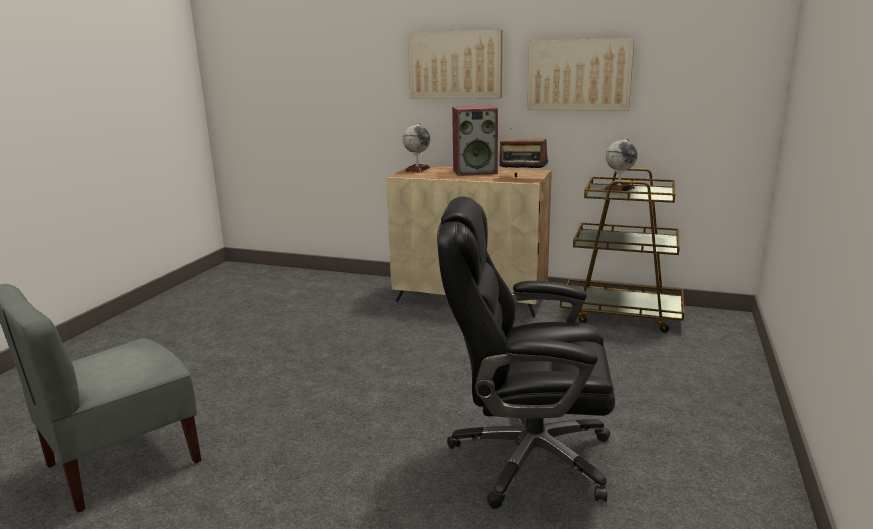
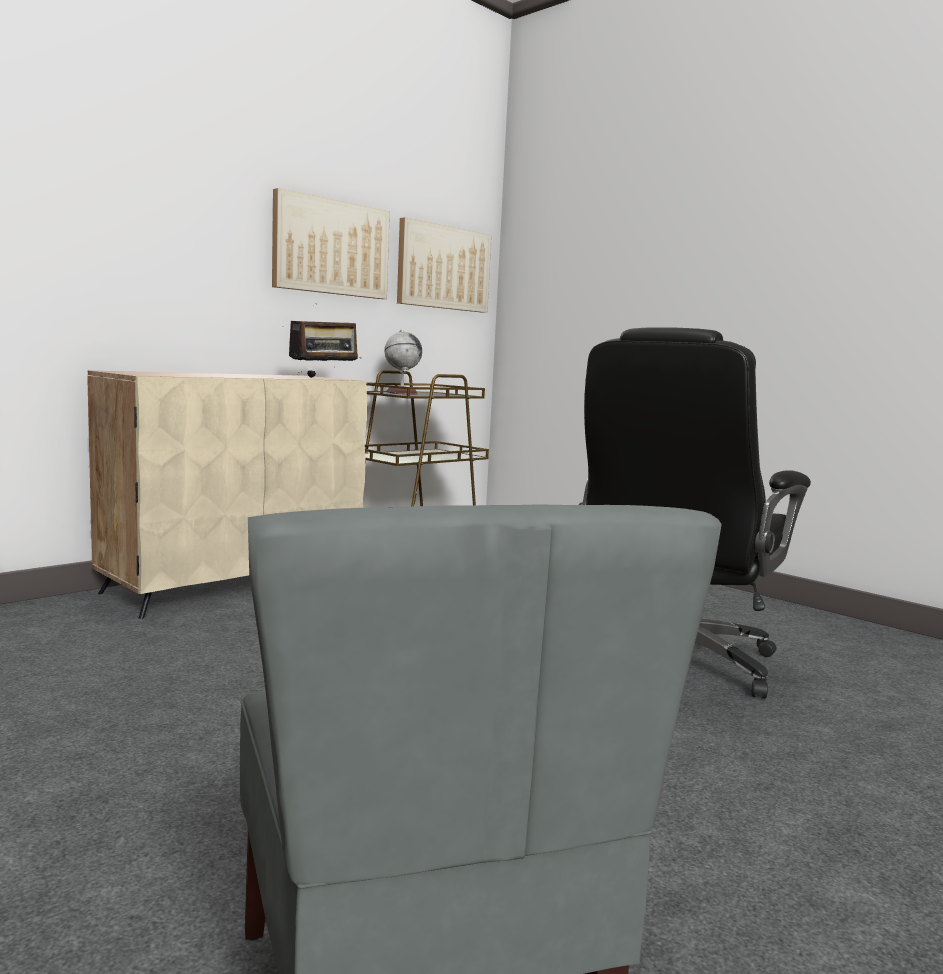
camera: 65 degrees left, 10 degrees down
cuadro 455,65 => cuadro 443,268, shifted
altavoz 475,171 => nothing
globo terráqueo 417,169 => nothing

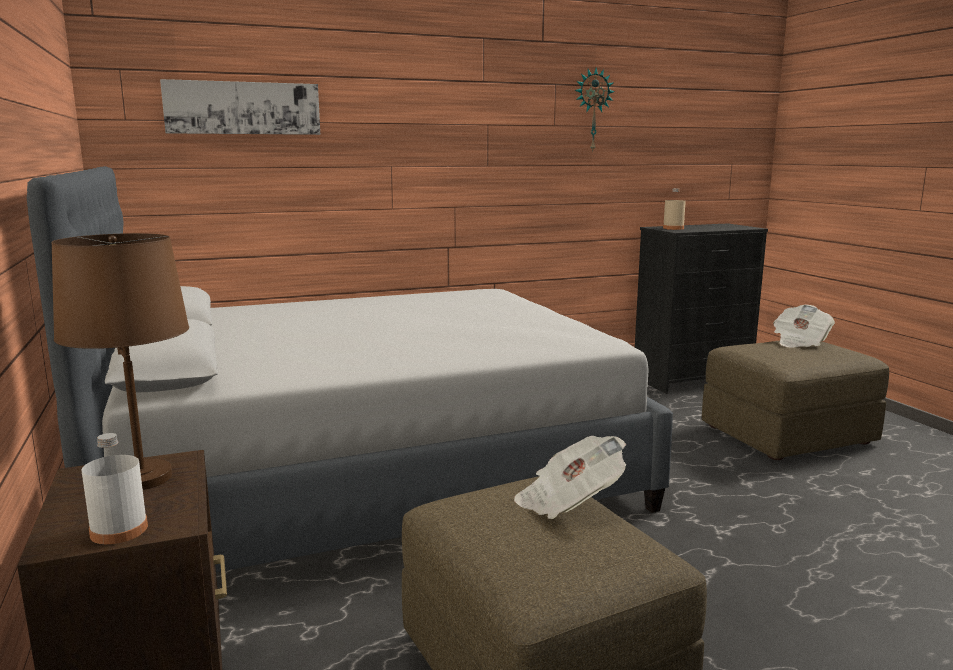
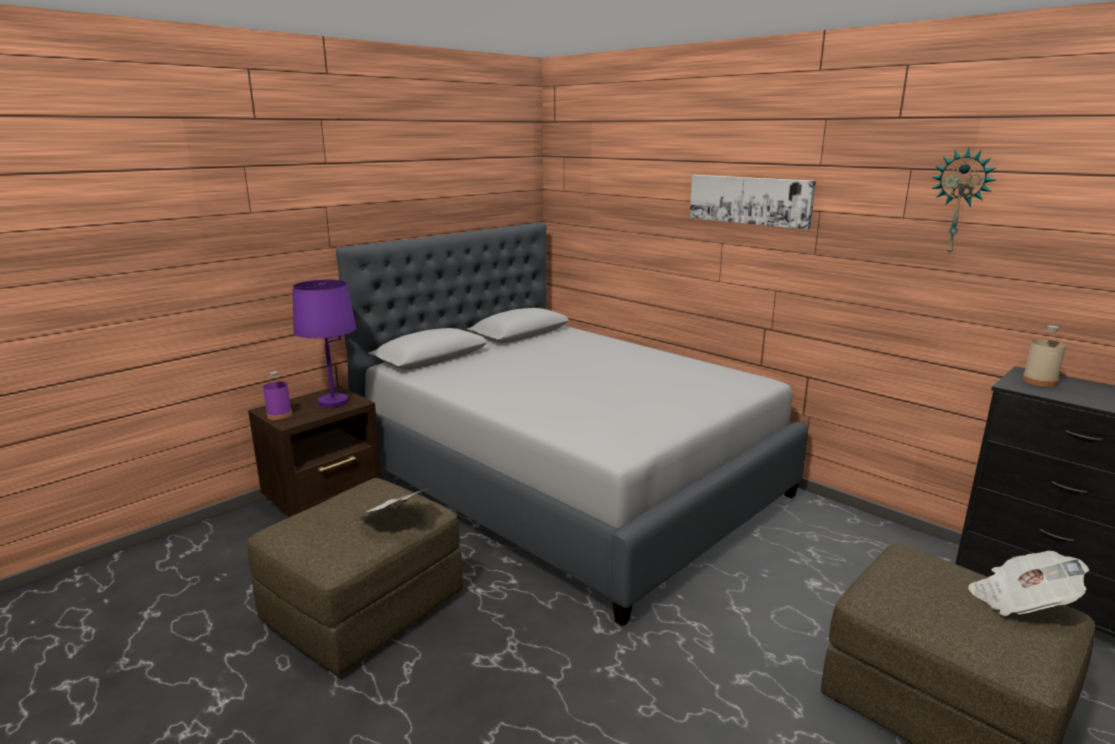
camera: 65 degrees right, 5 degrees up
cuadro 243,108 => cuadro 749,200, shifted
lámpara de mesa (marrón) 142,478 => lámpara de mesa (morado) 333,402
botella (blanco) 119,530 => botella (morado) 279,415

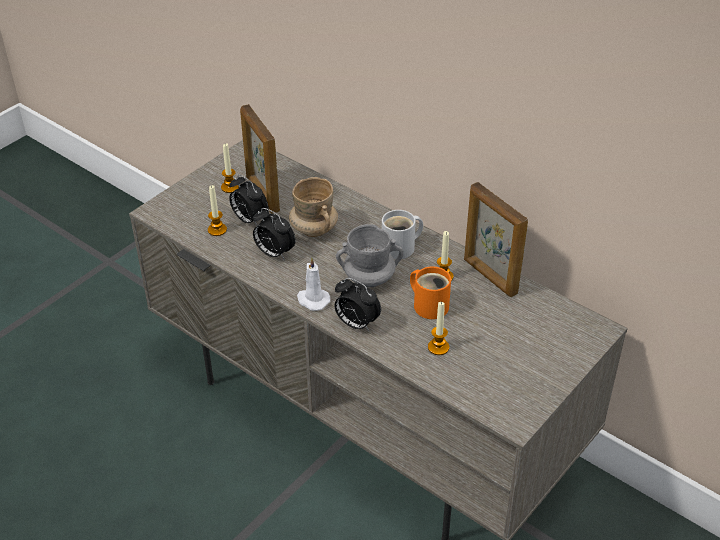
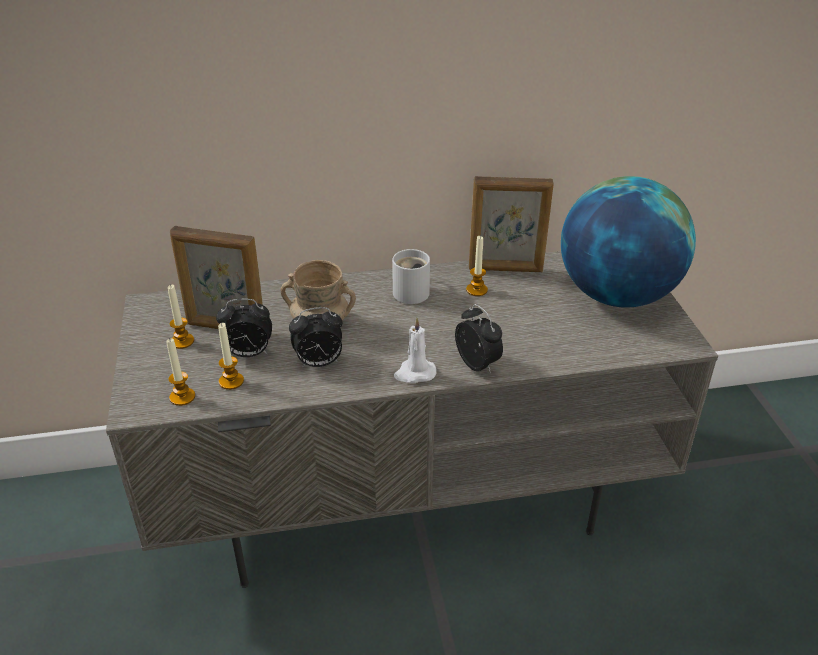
camera: 50 degrees left, 5 degrees down
taza grande (gris) 369,278 => nothing
taza grande (naranja) 429,304 => nothing
despertador 356,324 => despertador 478,364, 105 degrees counterclockwise
vela 438,347 => vela 182,397, shifted
nothing => globo terráqueo 616,295

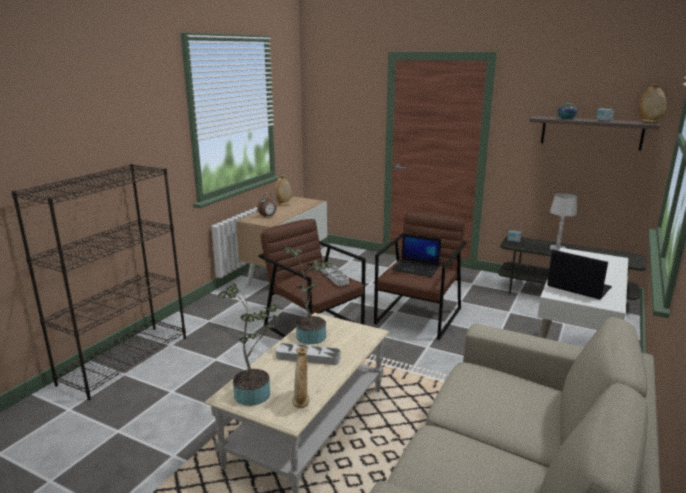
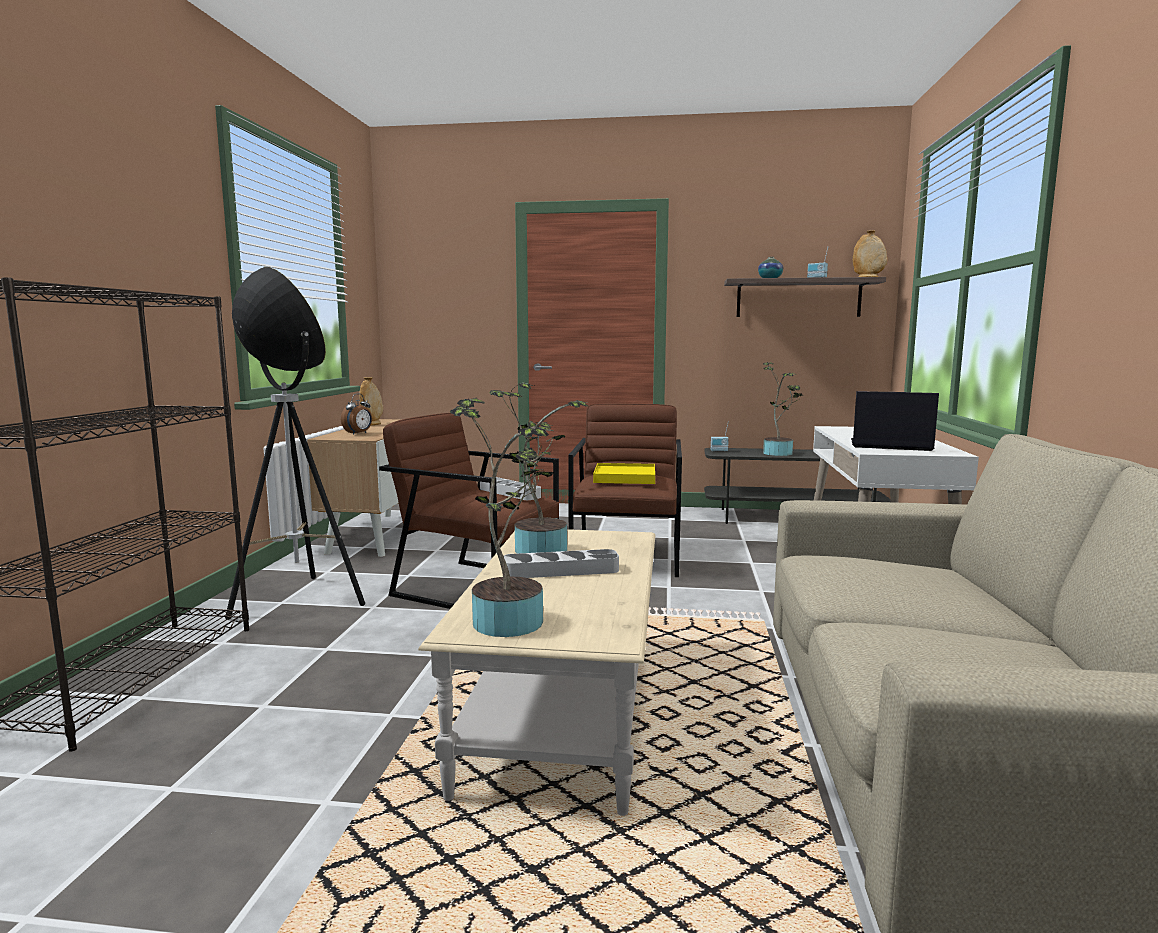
camera: 20 degrees left, 10 degrees down
lámpara de mesa (blanco) 557,249 => planta en maceta 779,453
portátil 416,268 => bandeja (amarillo) 625,477
florero (beis) 301,401 => nothing
nothing => lámpara de pie 298,601

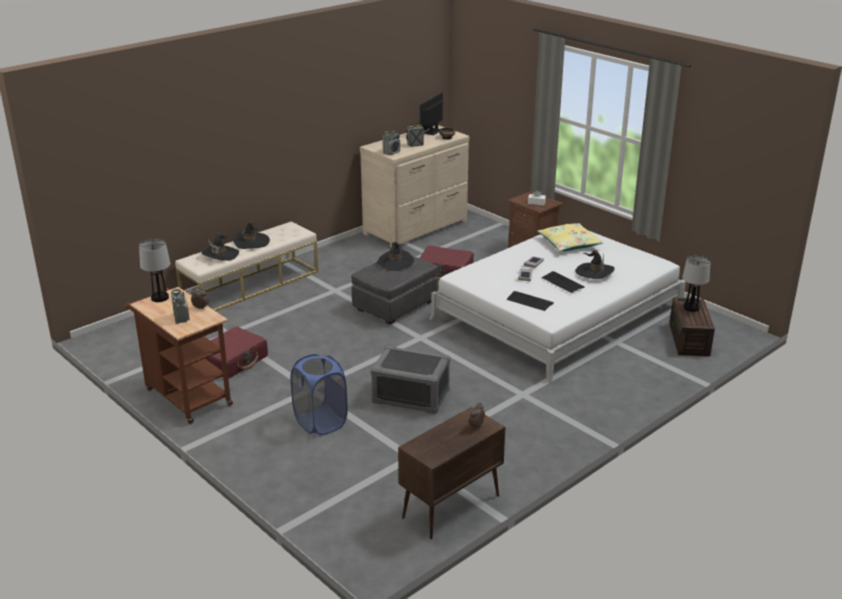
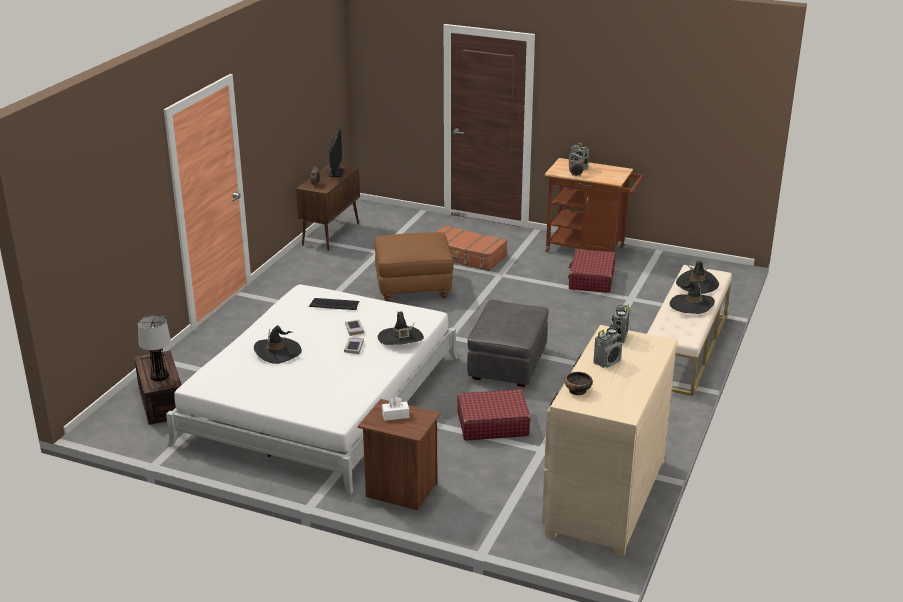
camera: 155 degrees right, 0 degrees up
monitor 432,131 => monitor 336,172, shifted
cojín (amarillo) 569,244 => nothing
lámpara de mesa 159,298 => nothing
sombrero (negro) 395,262 => sombrero (negro) 400,338, shifted
teclado 562,282 => nothing
caja de almacenaje (gris) 410,396 => puf (marrón) 413,287
cesto de la ropa (azul) 320,422 => maleta (marrón) 466,256

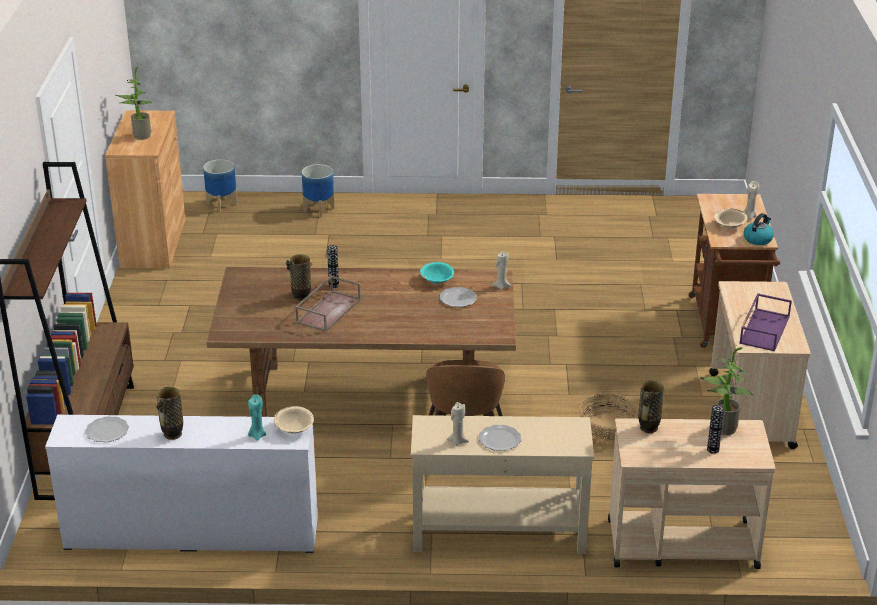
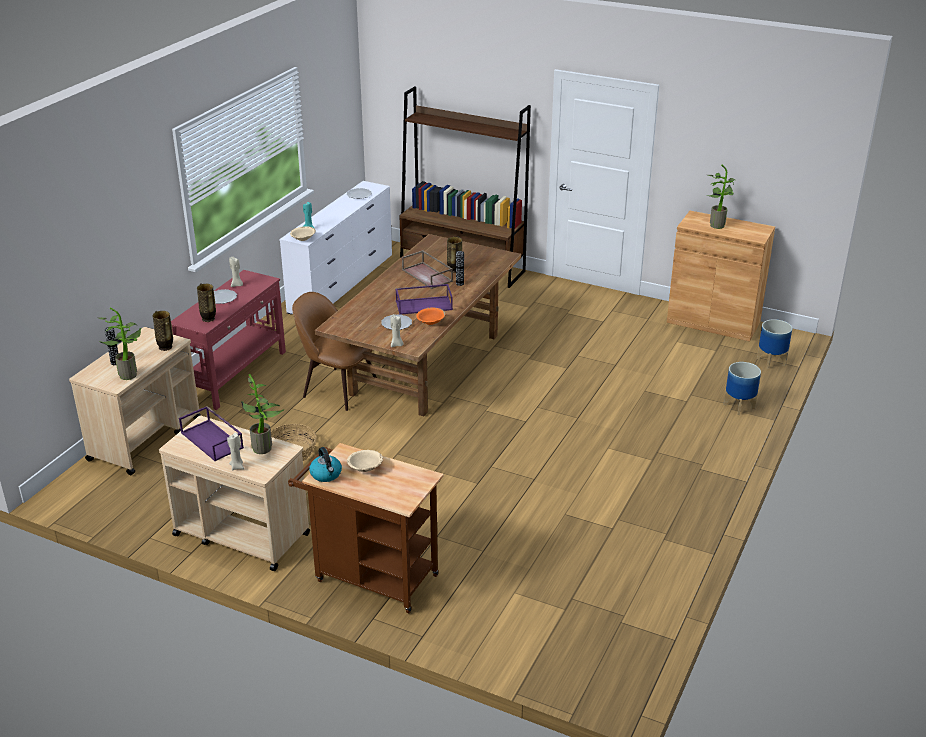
camera: 115 degrees right, 0 degrees up
vela (beis) 749,216 => vela (beis) 237,466, shifted
cuenco (turquesa) 437,280 => cuenco (naranja) 430,322
florero 172,434 => florero 208,319, shifted
mesa consola (beis) 498,532 => mesa consola (rojo) 235,374
nothing => bandeja (morado) 424,305
nothing => planta en maceta 265,448

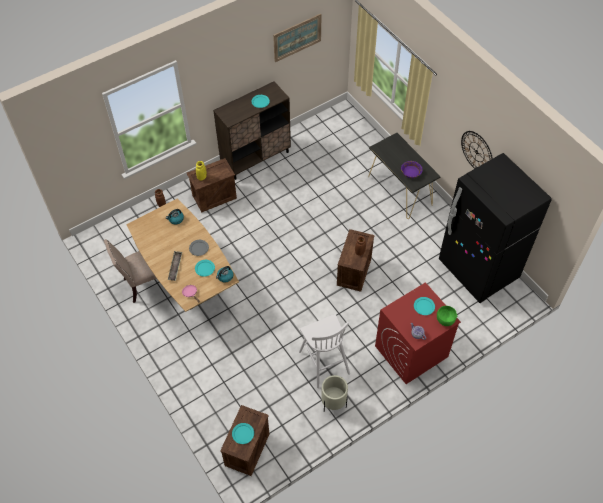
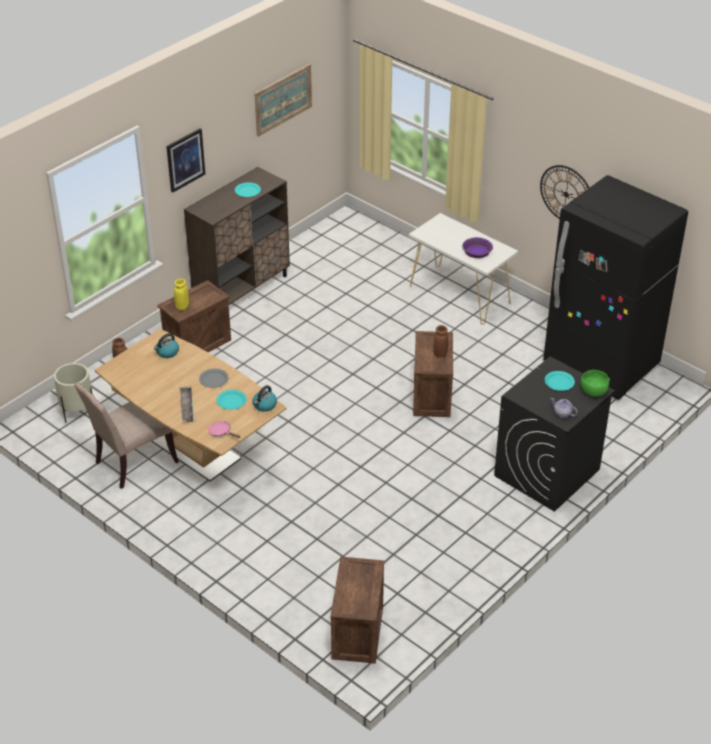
camera: 15 degrees left, 15 degrees down
mesa consola (negro) 400,190 => mesa consola (blanco) 460,295
lavadora (rojo) 411,352 => lavadora (negro) 546,473
taburete (blanco) 323,362 => nothing
maceta (beis) 333,403 => maceta (beis) 77,412, shifted
plato (turquesa) 243,433 => nothing
nothing => cuadro 185,160

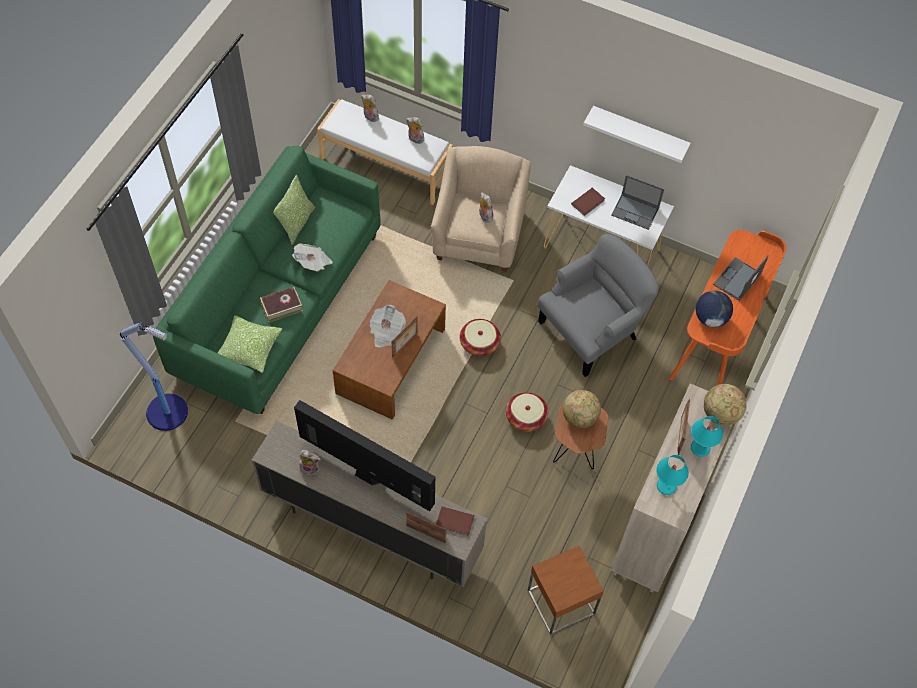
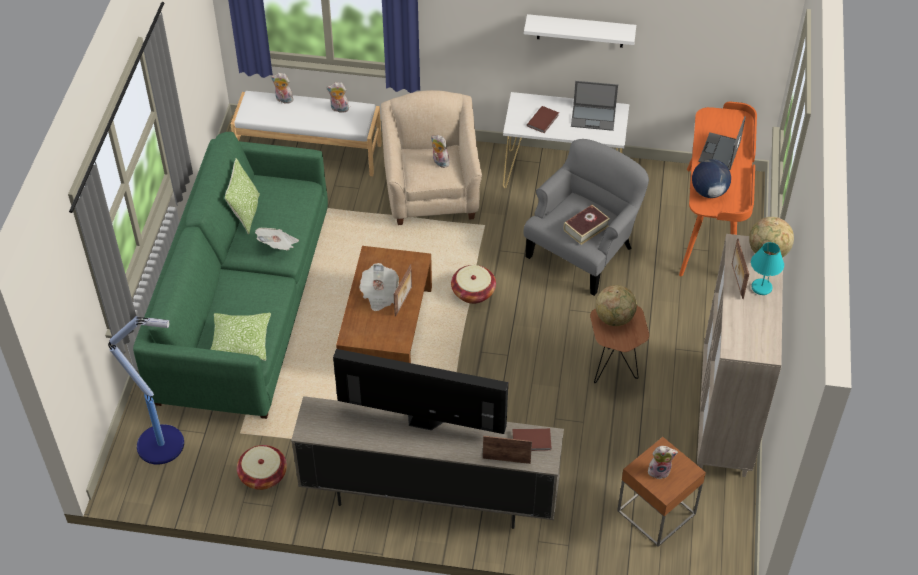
camera: 15 degrees left, 10 degrees down
libro 281,307 => libro 586,228, shifted
cesta 526,417 => cesta 263,475, shifted
peluche 311,468 => peluche 659,470, shifted
lámpara de mesa (turquesa) 665,486 => nothing

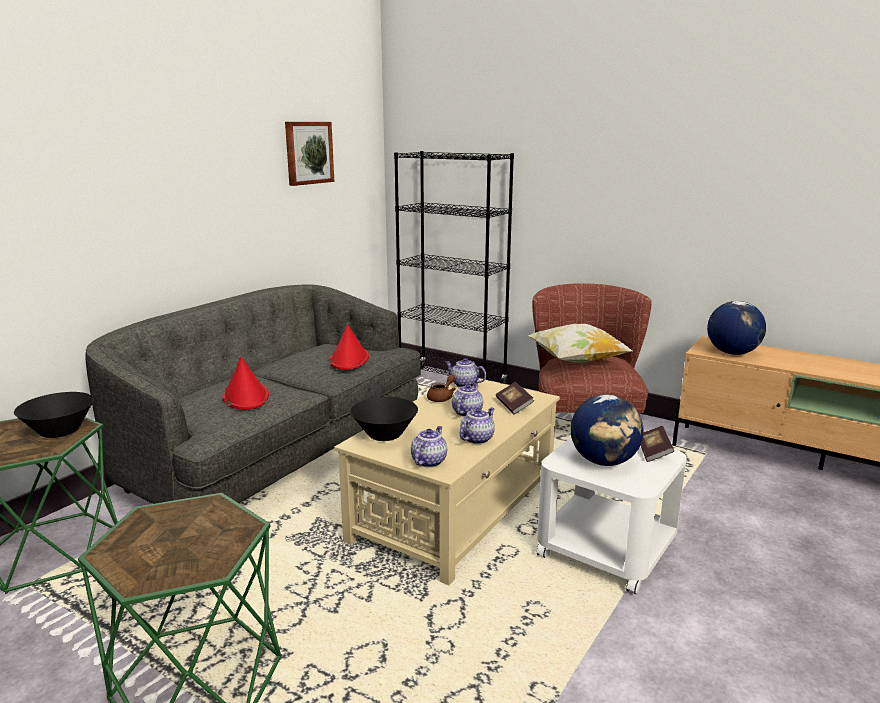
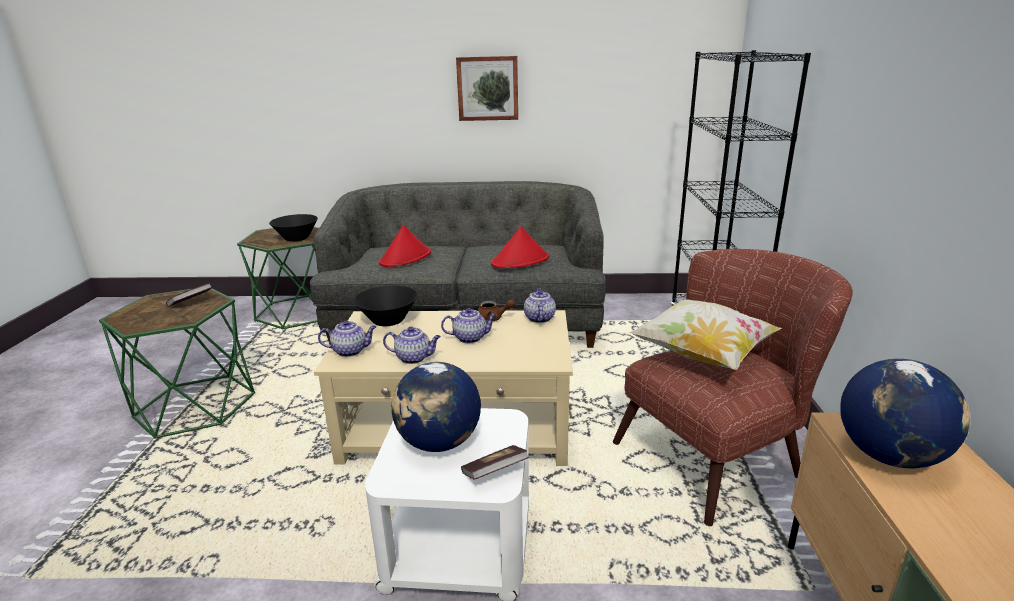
camera: 60 degrees right, 5 degrees up
cuadro 308,153 => cuadro 488,88, shifted
libro 514,406 => libro 191,303, shifted

